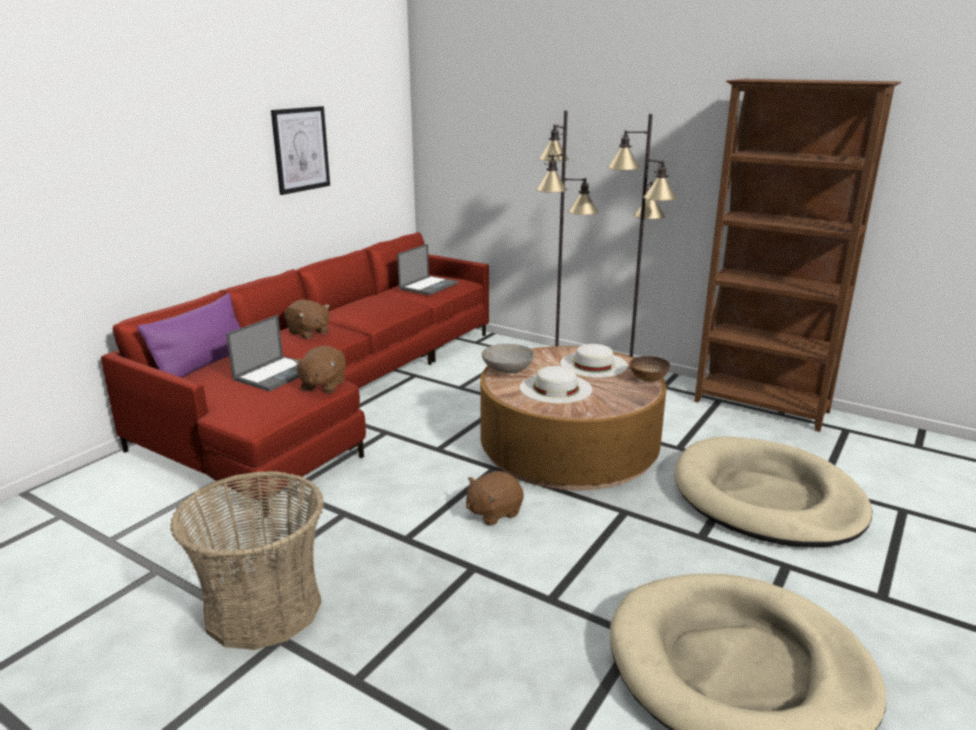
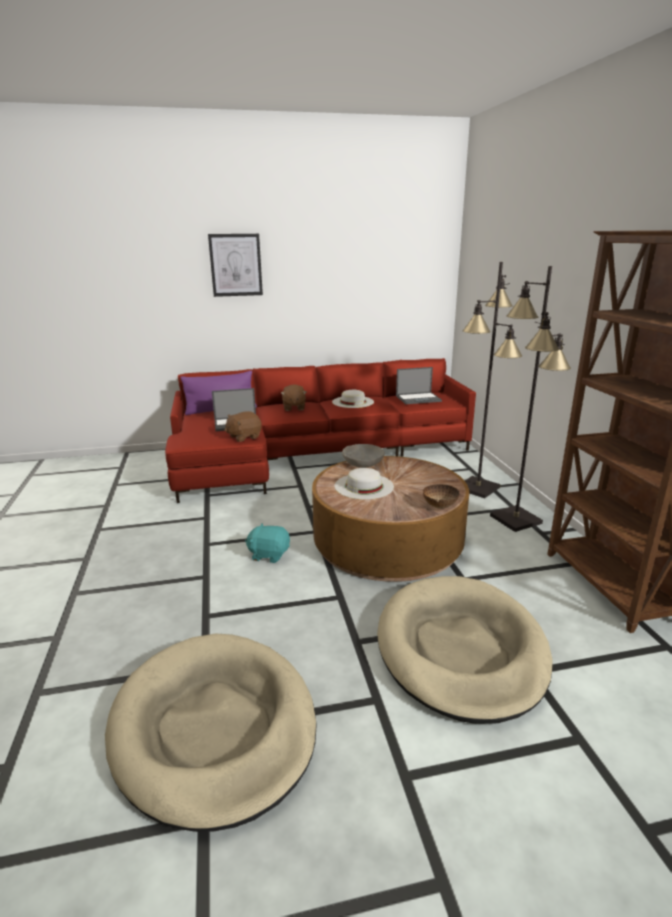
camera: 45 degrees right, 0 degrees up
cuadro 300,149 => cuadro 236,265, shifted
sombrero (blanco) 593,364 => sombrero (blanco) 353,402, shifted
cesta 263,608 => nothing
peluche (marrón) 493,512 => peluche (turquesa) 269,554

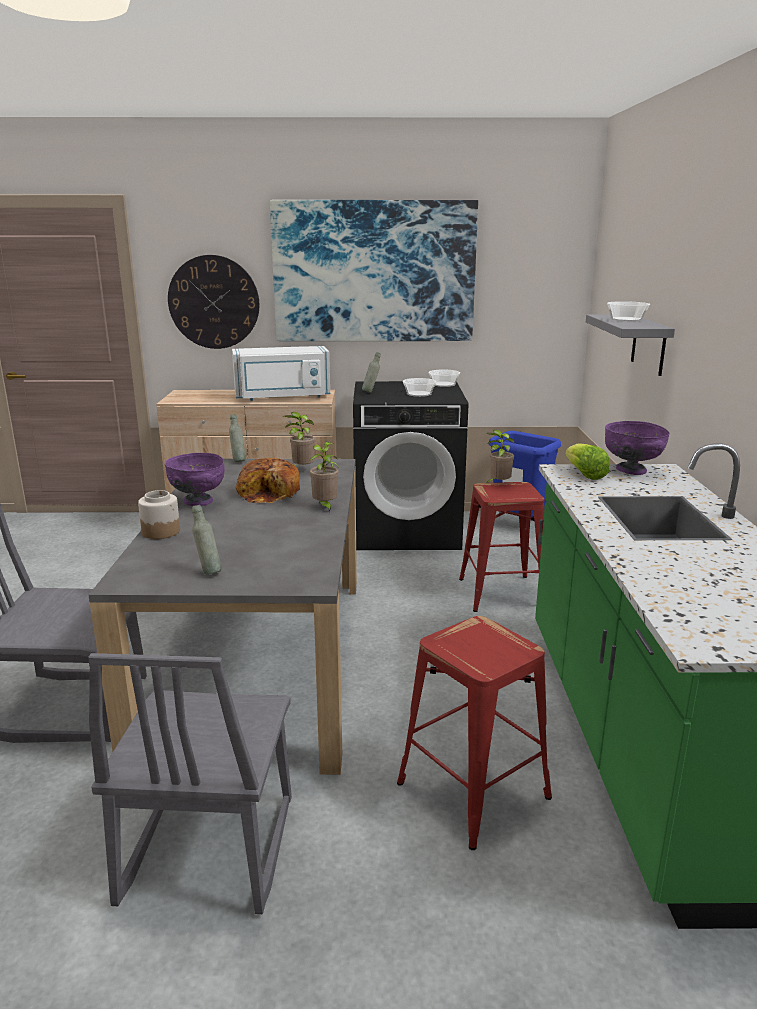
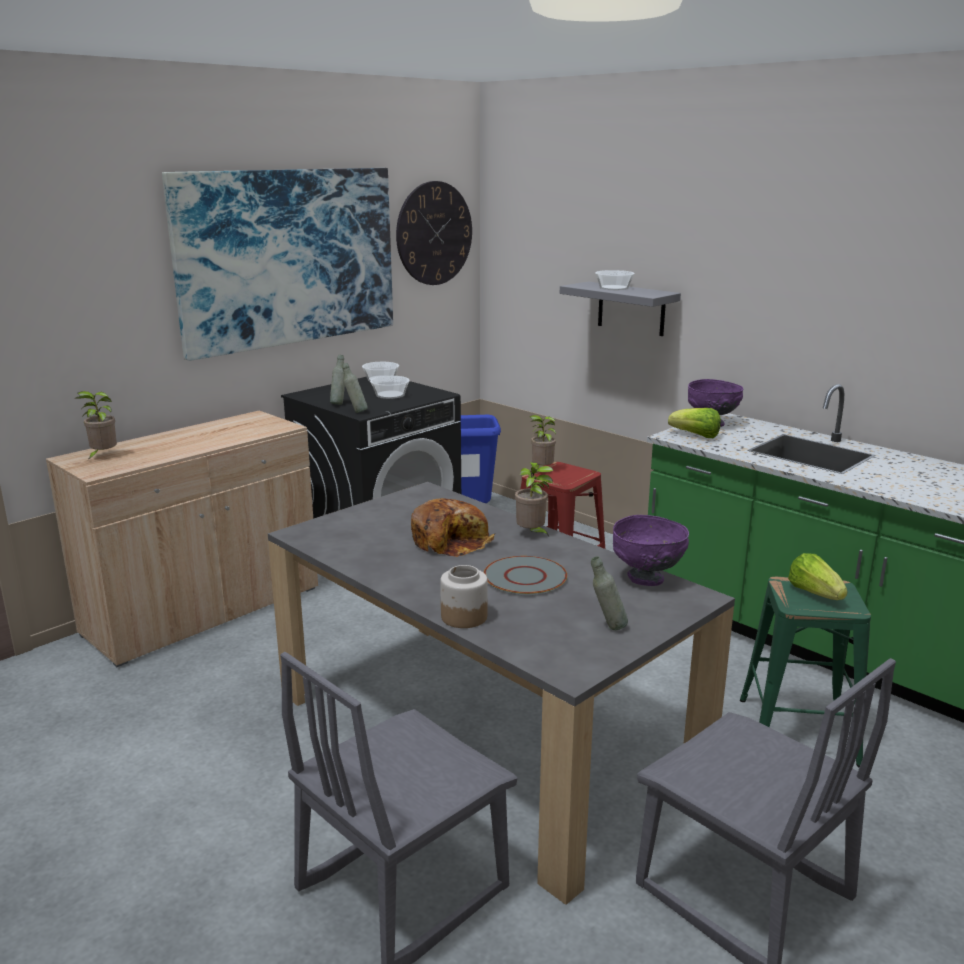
camera: 45 degrees left, 0 degrees up
reloj de pared 214,302 => reloj de pared 434,233, shifted
microondas (blanco) 282,397 => nothing
planta en maceta 302,470 => planta en maceta 102,456, shifted
botella (gris) 238,461 => botella (gris) 355,412, shifted
cuenco (morado) 198,502 => cuenco (morado) 646,579, shifted
taburete (rojo) 472,790 => taburete (verde) 798,732
nothing => lechuga 815,593
nothing => plato (gris) 525,577

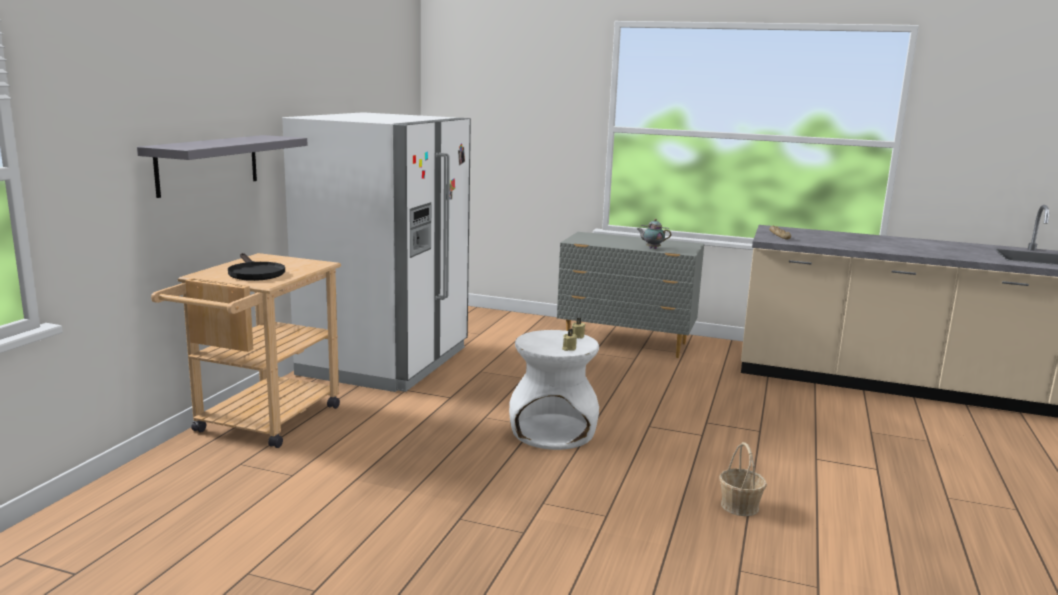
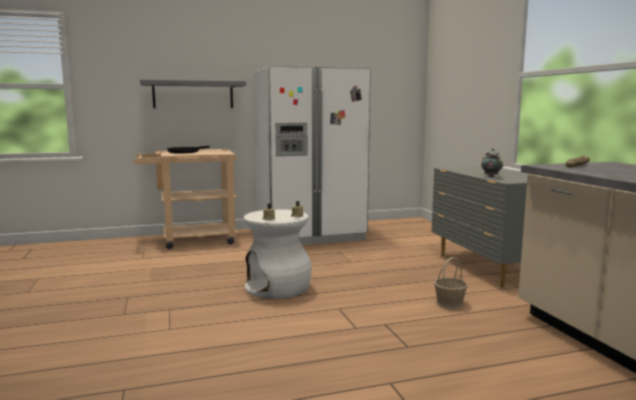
camera: 55 degrees right, 5 degrees down
cesta 739,506 => cesta 450,303, shifted

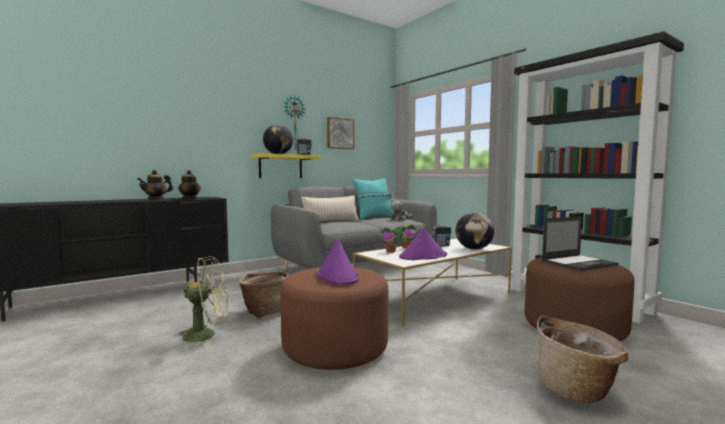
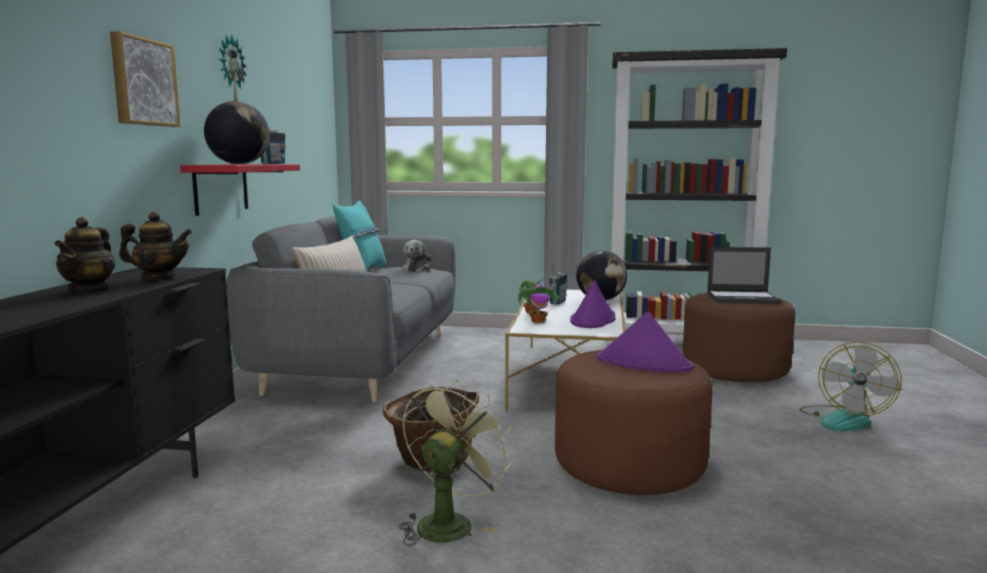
camera: 45 degrees left, 5 degrees up
cuadro 340,133 => cuadro 143,82, shifted
estante (amarillo) 280,166 => estante (rojo) 221,188
portátil 579,263 => portátil 743,298, 75 degrees clockwise
cesta 577,390 => ventilador 844,419

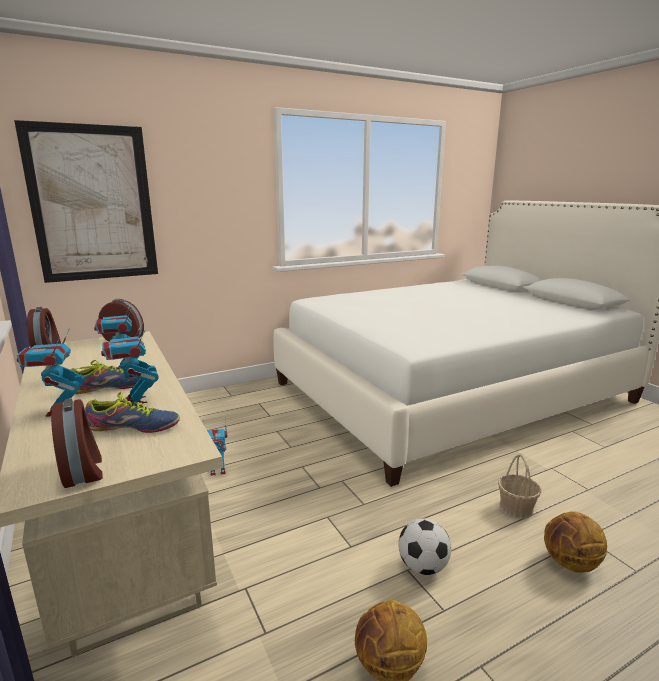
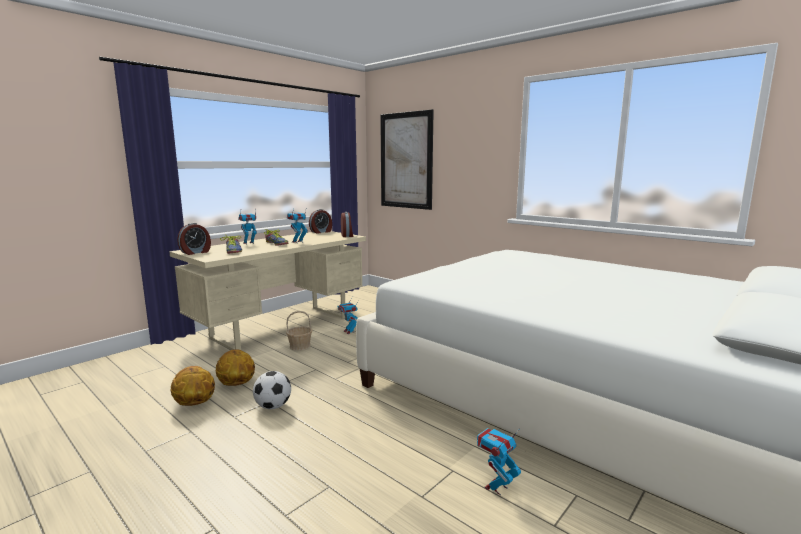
camera: 70 degrees right, 5 degrees down
robot de juguete 135,401 => robot de juguete 496,487, shifted
cesta 516,507 => cesta 300,346, shifted
balón de baloncesto 570,563 => balón de baloncesto 236,384, shifted

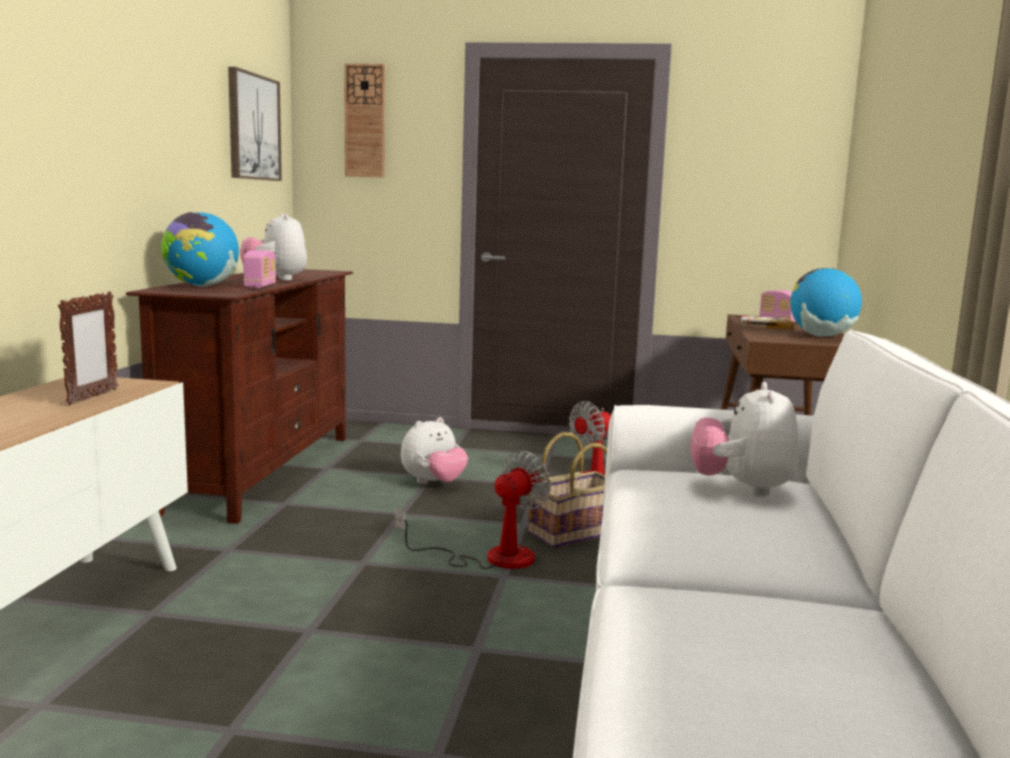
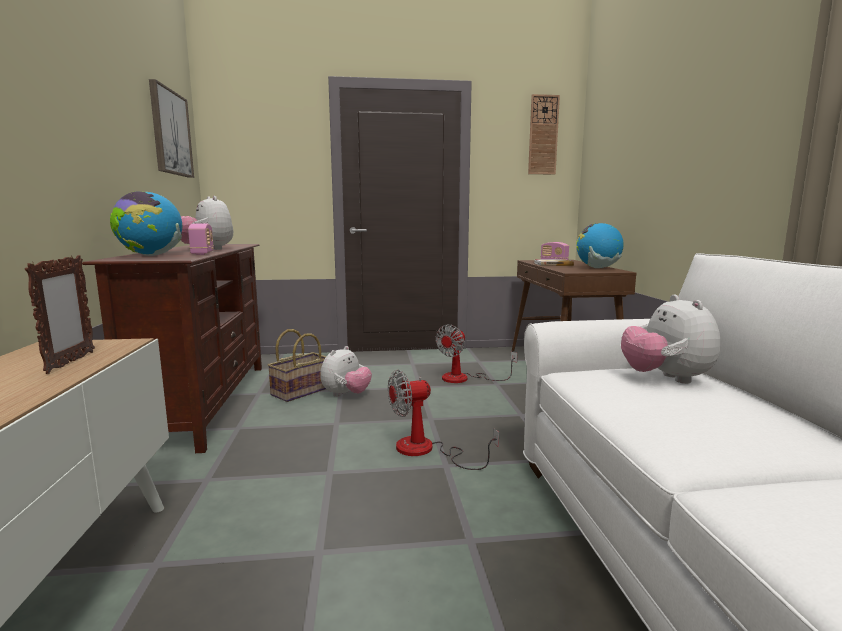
camera: 15 degrees left, 0 degrees up
reloj de pared 365,121 => reloj de pared 543,135, shifted
cesta 574,532 => cesta 301,391, shifted
ventilador 491,558 => ventilador 426,451, 135 degrees counterclockwise

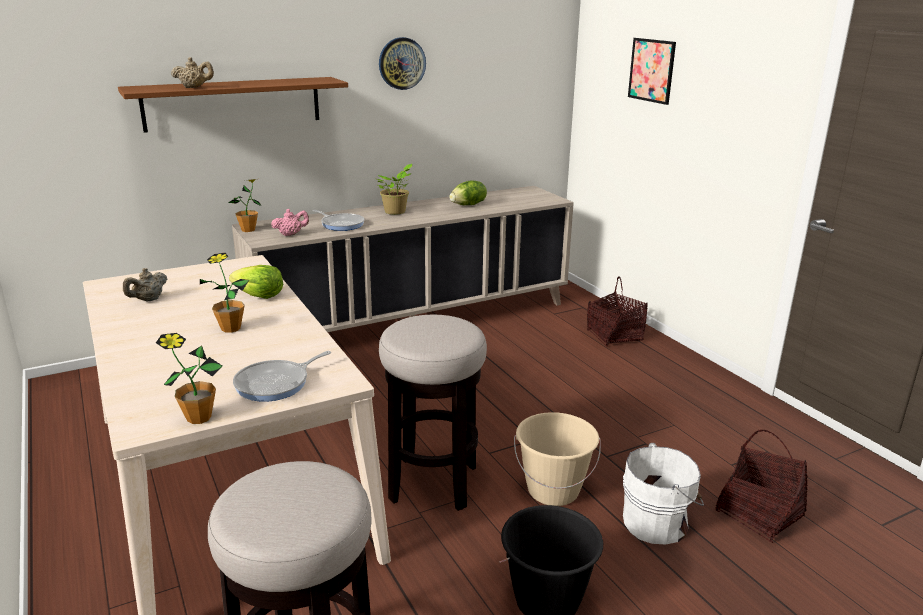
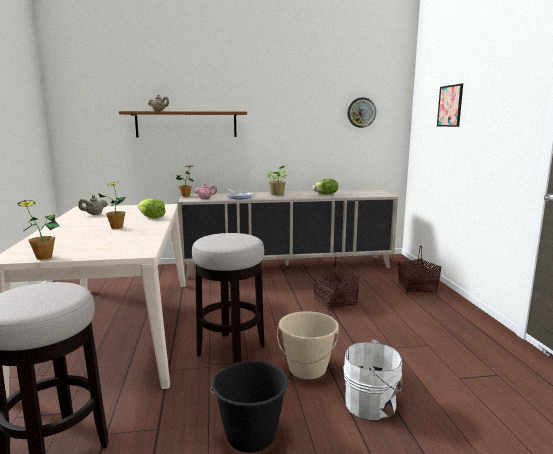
camera: 20 degrees right, 10 degrees down
reloj de pared 401,63 => reloj de pared 361,112, shifted
sartén 276,384 => nothing
cesta 759,513 => cesta 335,302, shifted

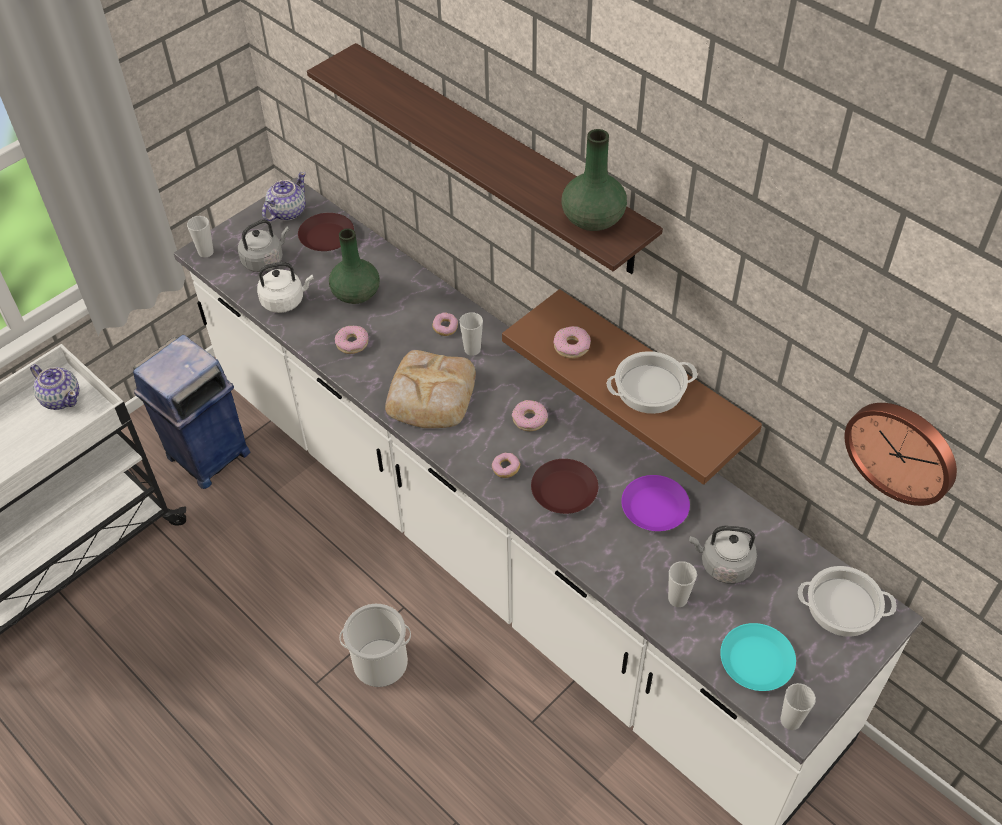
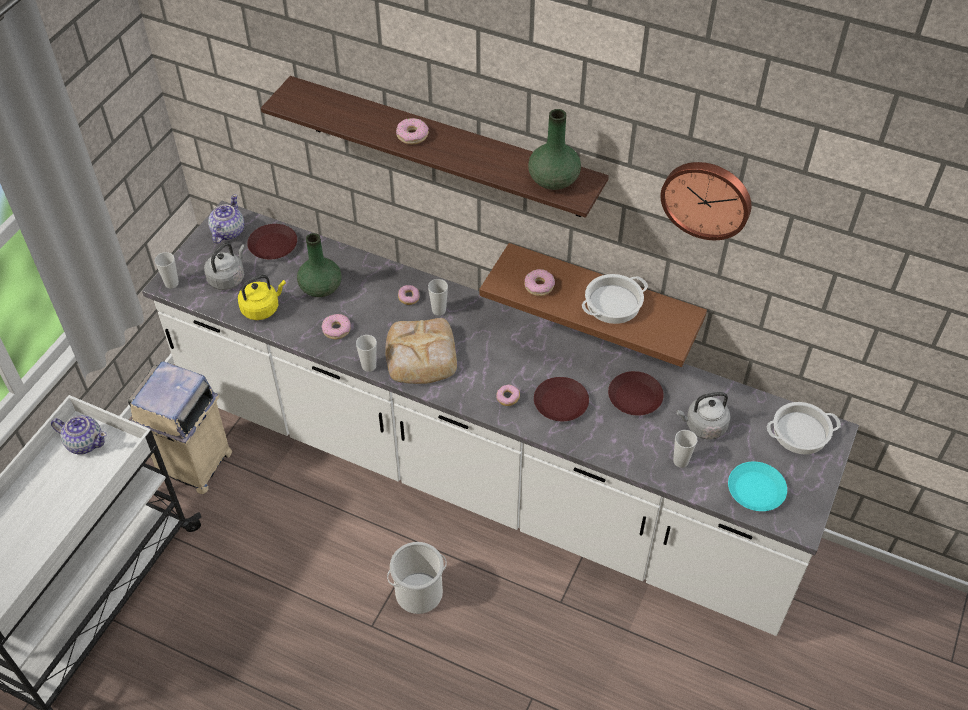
camera: 20 degrees left, 0 degrees up
hervidor (blanco) 285,301 => hervidor (amarillo) 262,308
papelera (azul) 207,456 => papelera (beis) 194,465
rosquilla 529,419 => rosquilla 412,135, shifted
reloj de pared 903,450 => reloj de pared 707,198, shifted
plato (morado) 655,508 => plato (marrón) 635,397
taza 790,720 => taza 369,366, shifted

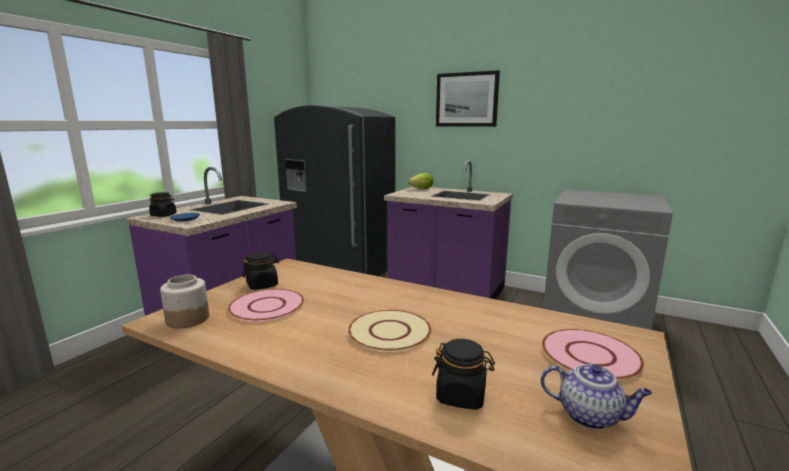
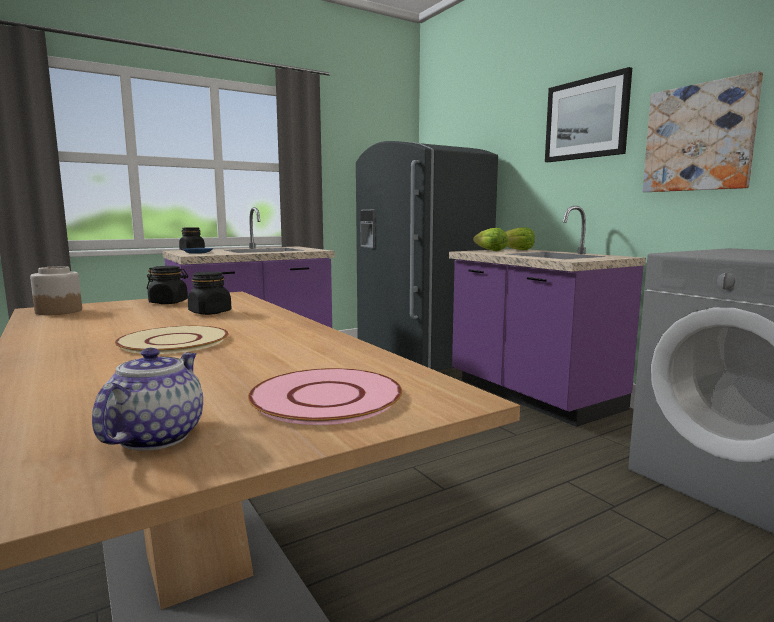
camera: 30 degrees right, 5 degrees down
plato (rosa) 267,306 => nothing
tarro (negro) 461,395 => tarro (negro) 210,312, shifted
tetera 590,416 => tetera 156,436, 135 degrees counterclockwise
nothing => cuadro 699,138
nothing => lechuga 490,251

